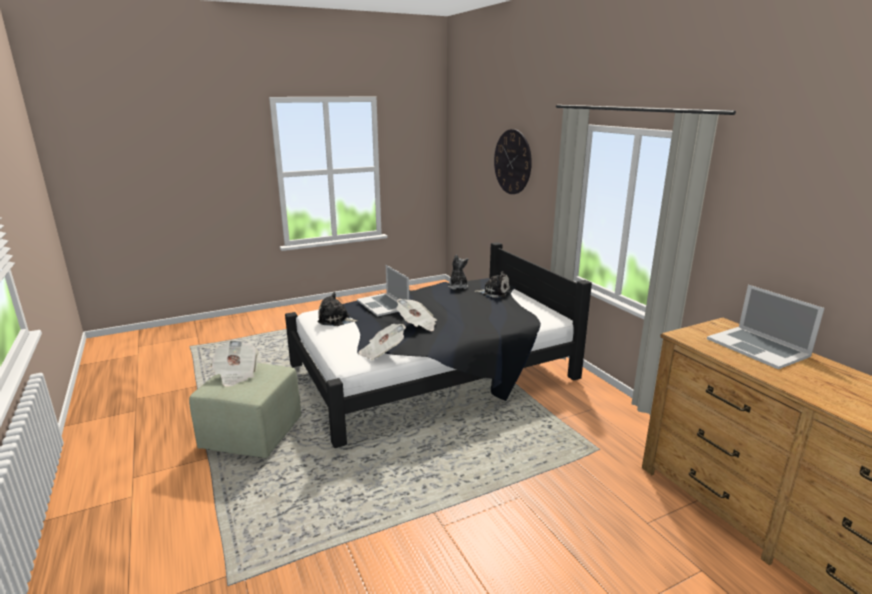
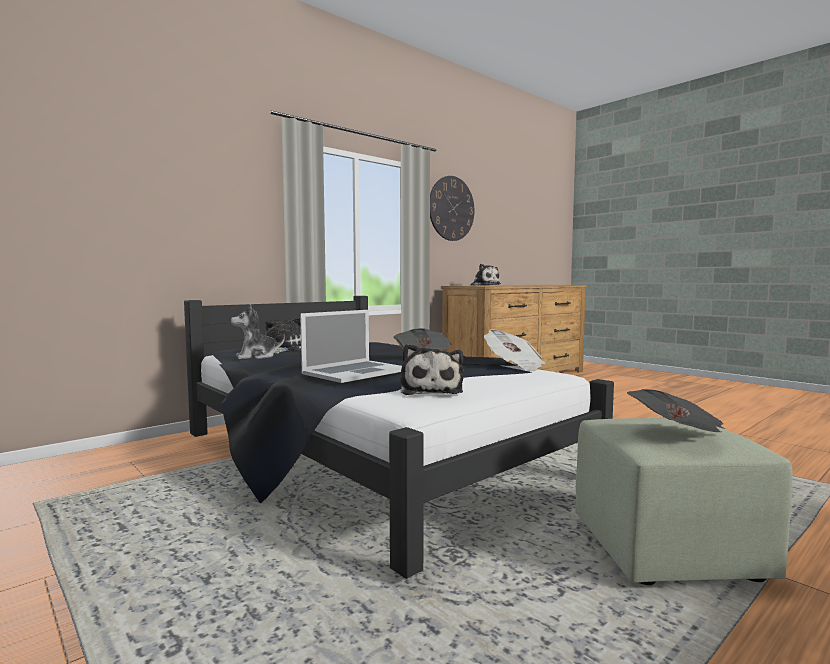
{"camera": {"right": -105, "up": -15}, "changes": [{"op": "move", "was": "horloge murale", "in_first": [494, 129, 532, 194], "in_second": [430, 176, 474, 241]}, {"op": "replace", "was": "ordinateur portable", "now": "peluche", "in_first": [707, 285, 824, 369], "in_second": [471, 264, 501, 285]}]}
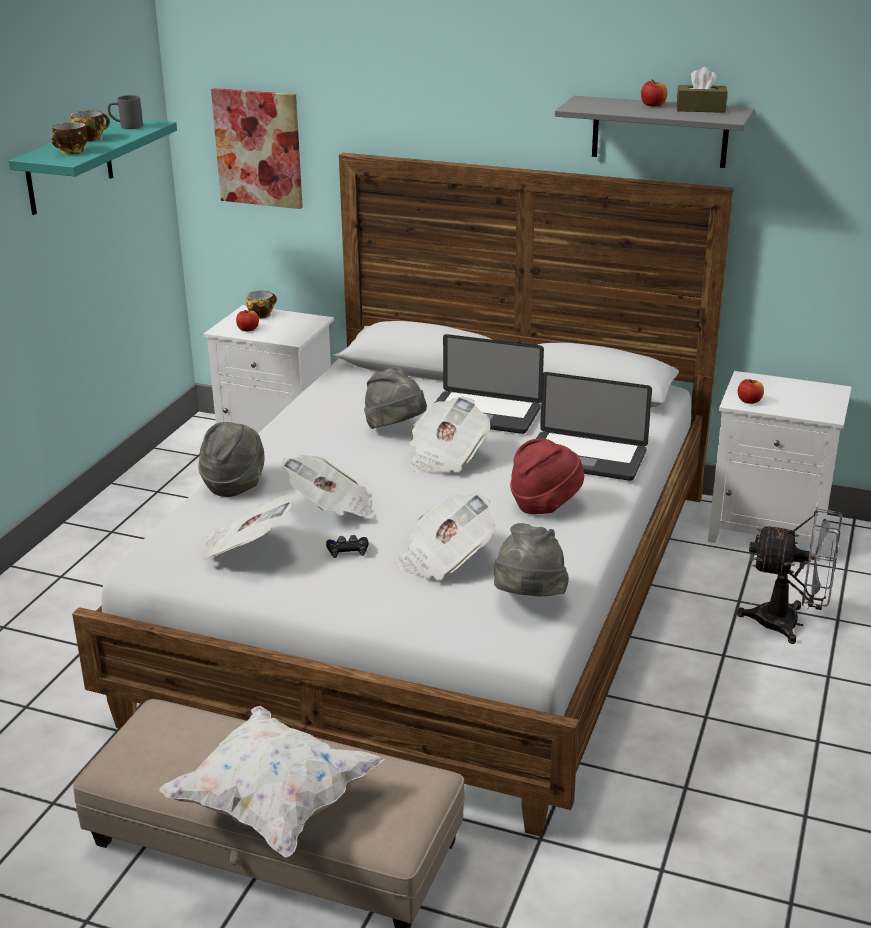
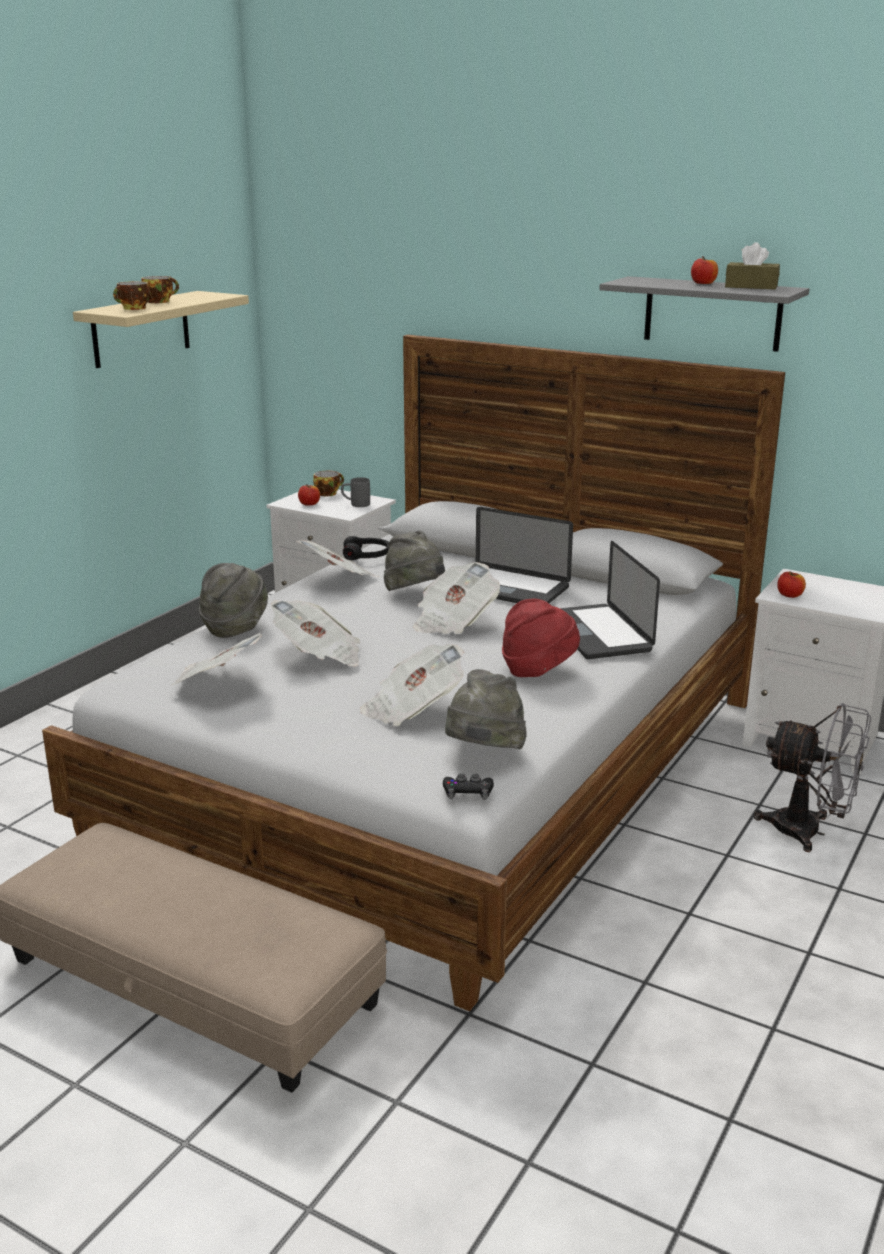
{"camera": {"right": 10, "up": -5}, "changes": [{"op": "delete", "was": "coussin [blanc]", "in_first": [159, 706, 385, 857]}, {"op": "delete", "was": "tableau", "in_first": [211, 88, 303, 209]}, {"op": "insert", "now": "journal", "in_second": [297, 540, 380, 577]}, {"op": "insert", "now": "casque audio [noir]", "in_second": [343, 536, 389, 560]}, {"op": "move", "was": "mug [gris]", "in_first": [107, 95, 143, 129], "in_second": [341, 477, 370, 507]}, {"op": "move", "was": "manette [noir]", "in_first": [326, 535, 369, 558], "in_second": [443, 773, 494, 800]}, {"op": "recolor", "was": "étagère [turquoise]", "now": "étagère [beige]", "in_first": [9, 117, 177, 215], "in_second": [73, 291, 249, 368]}, {"op": "rotate", "was": "ordinateur portable", "in_first": [536, 372, 652, 481], "in_second": [560, 541, 660, 659], "clockwise": 45}]}
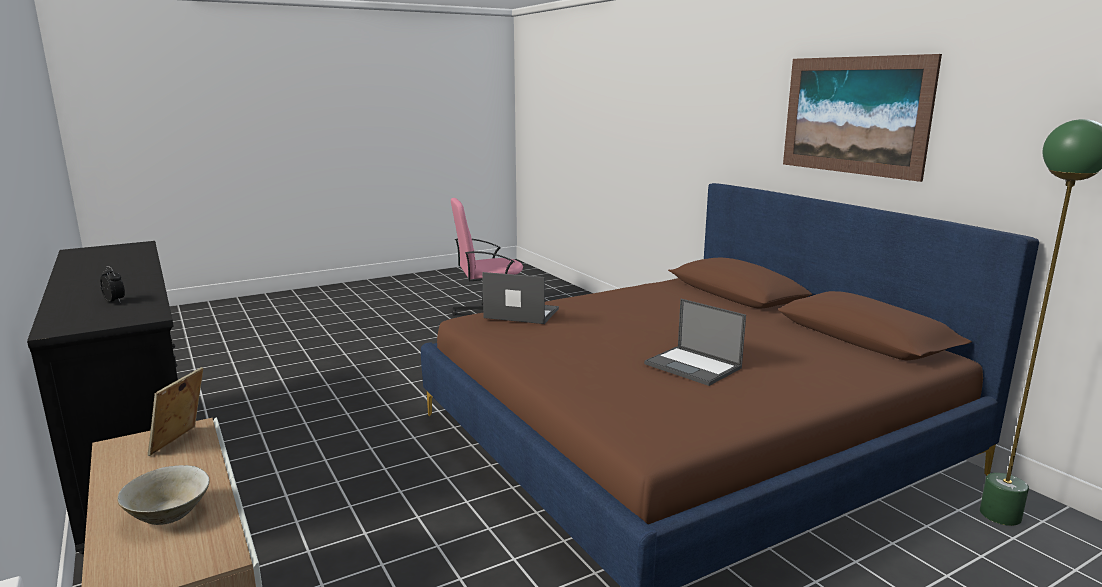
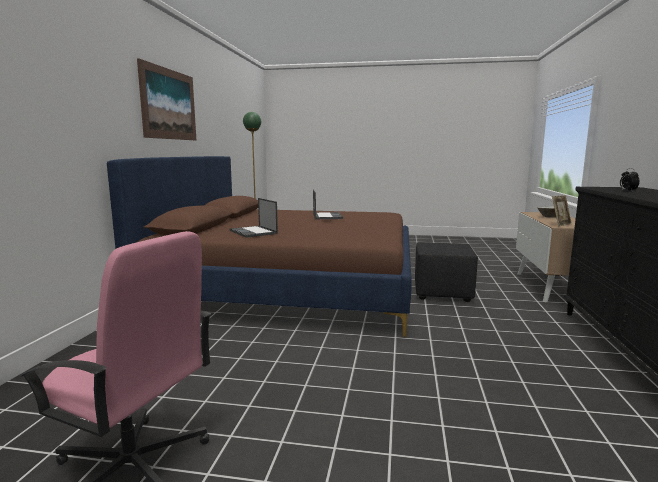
{"camera": {"right": -140, "up": -5}, "changes": [{"op": "insert", "now": "pouf [noir]", "in_second": [415, 242, 478, 302]}, {"op": "move", "was": "ordinateur portable", "in_first": [482, 272, 559, 324], "in_second": [230, 198, 278, 238]}]}
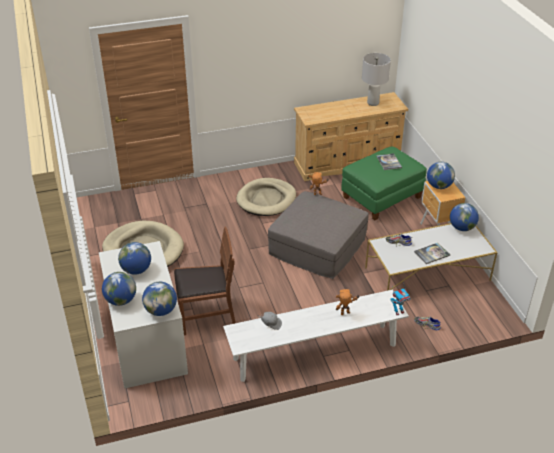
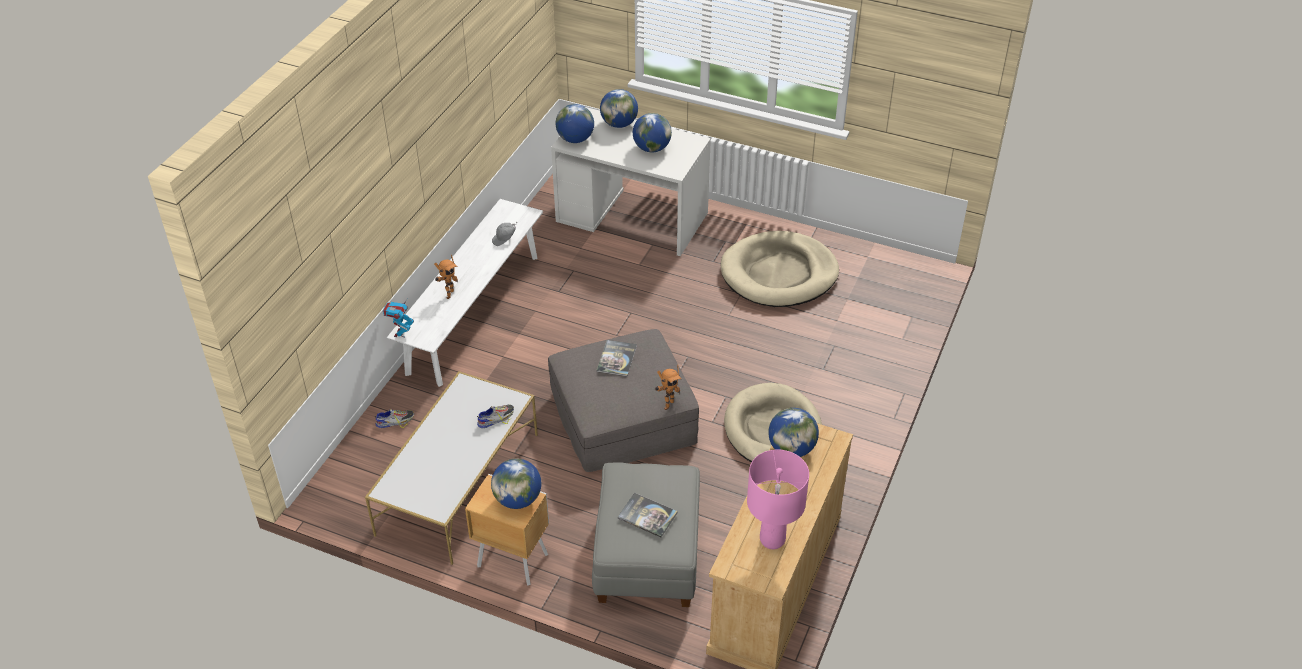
{"camera": {"right": 130, "up": 5}, "changes": [{"op": "delete", "was": "chaise [marron]", "in_first": [174, 227, 236, 335]}, {"op": "move", "was": "livre", "in_first": [414, 243, 450, 264], "in_second": [596, 340, 637, 377]}, {"op": "move", "was": "globe", "in_first": [450, 203, 479, 231], "in_second": [768, 408, 819, 457]}, {"op": "recolor", "was": "pouf [vert]", "now": "pouf [gris]", "in_first": [341, 147, 427, 220], "in_second": [592, 463, 700, 607]}, {"op": "recolor", "was": "lampe de table [gris]", "now": "lampe de table [rose]", "in_first": [362, 53, 391, 106], "in_second": [747, 449, 809, 549]}]}
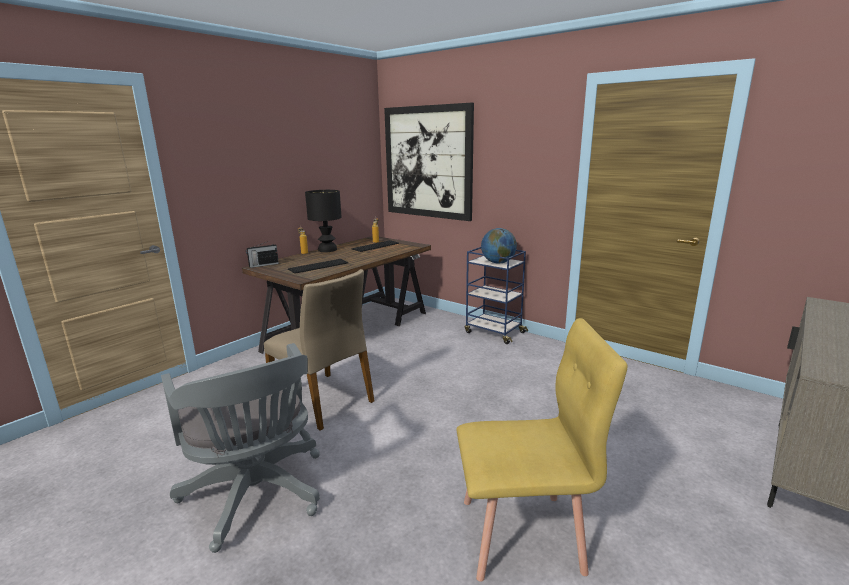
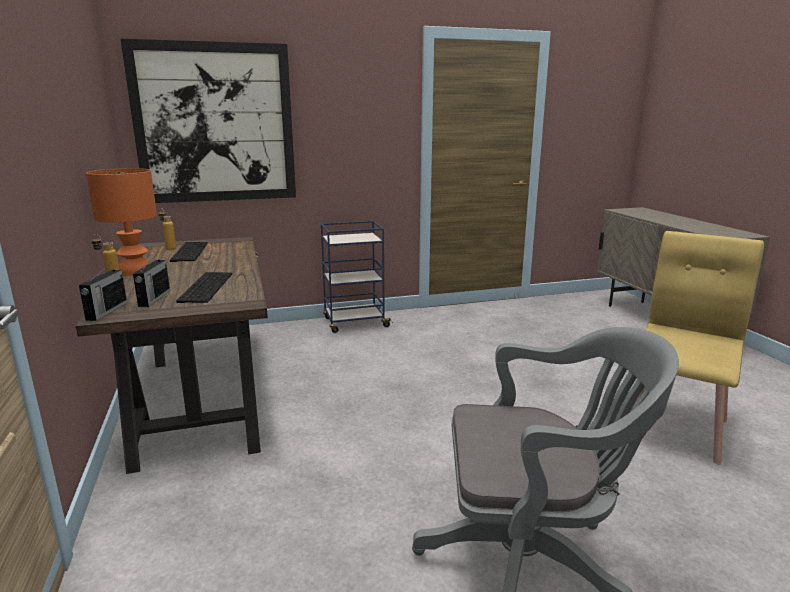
{"camera": {"right": -55, "up": 0}, "changes": [{"op": "delete", "was": "chaise [beige]", "in_first": [264, 269, 374, 431]}, {"op": "delete", "was": "globe", "in_first": [481, 228, 517, 264]}, {"op": "insert", "now": "radio", "in_second": [133, 253, 170, 307]}, {"op": "recolor", "was": "lampe de table [noir]", "now": "lampe de table [orange]", "in_first": [305, 190, 342, 252], "in_second": [86, 168, 157, 275]}]}
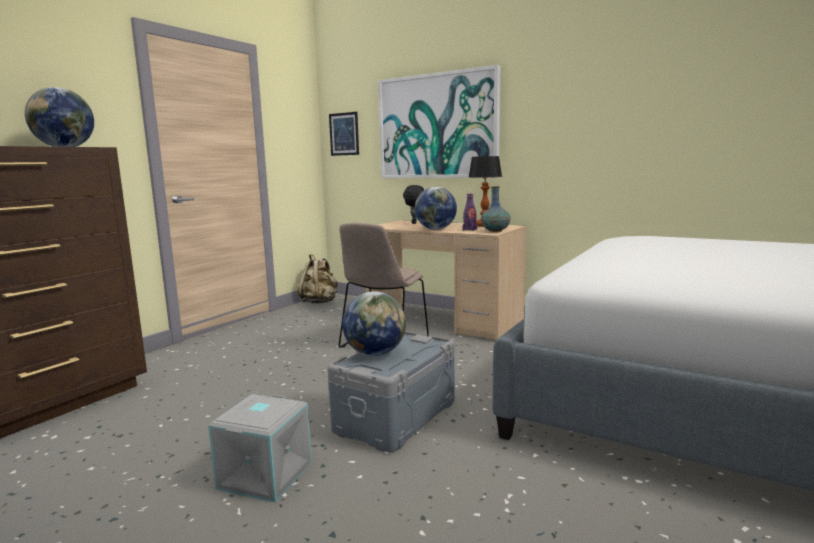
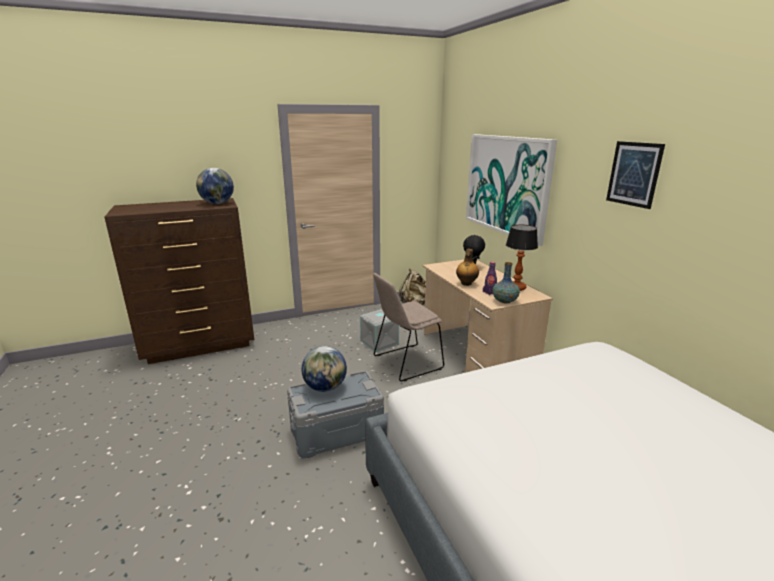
{"camera": {"right": 35, "up": 10}, "changes": [{"op": "move", "was": "boîte de rangement [gris]", "in_first": [208, 394, 312, 503], "in_second": [360, 309, 399, 352]}, {"op": "move", "was": "tableau", "in_first": [329, 112, 359, 156], "in_second": [606, 141, 665, 209]}, {"op": "replace", "was": "globe", "now": "bouteille", "in_first": [415, 187, 457, 230], "in_second": [456, 249, 479, 286]}]}
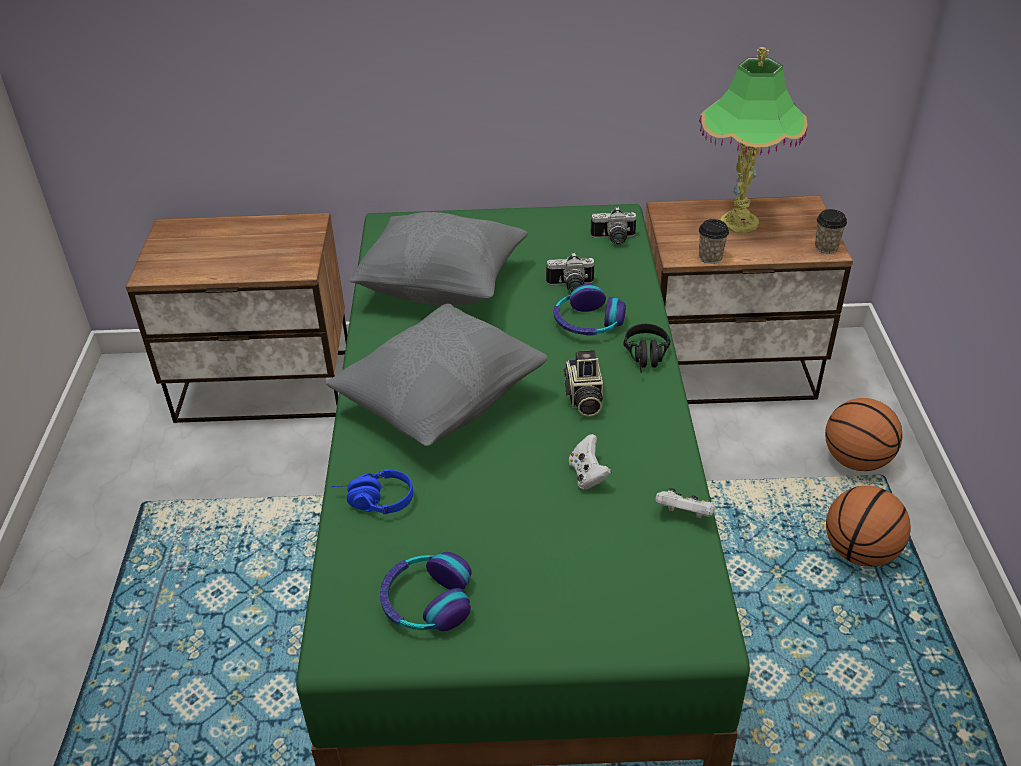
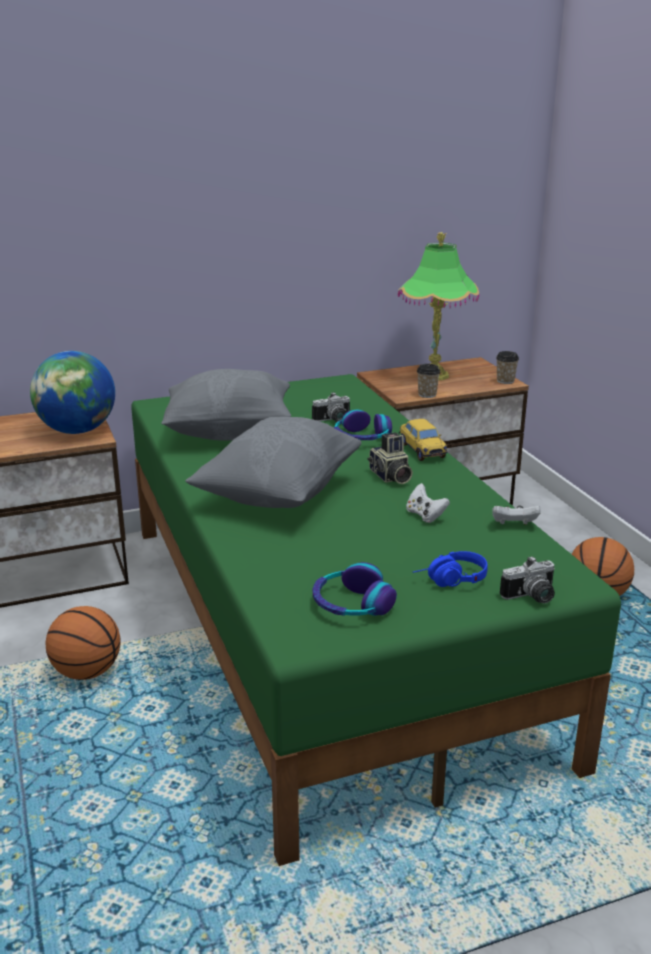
{"camera": {"right": -20, "up": -15}, "changes": [{"op": "insert", "now": "globe", "in_second": [30, 351, 115, 434]}, {"op": "move", "was": "casque audio [bleu]", "in_first": [331, 469, 413, 514], "in_second": [413, 551, 488, 587]}, {"op": "move", "was": "appareil photo", "in_first": [591, 207, 636, 245], "in_second": [500, 556, 555, 603]}, {"op": "move", "was": "ballon de basket", "in_first": [825, 398, 903, 471], "in_second": [46, 606, 121, 680]}, {"op": "replace", "was": "casque audio [noir]", "now": "petite voiture", "in_first": [624, 324, 670, 373], "in_second": [399, 419, 447, 461]}]}
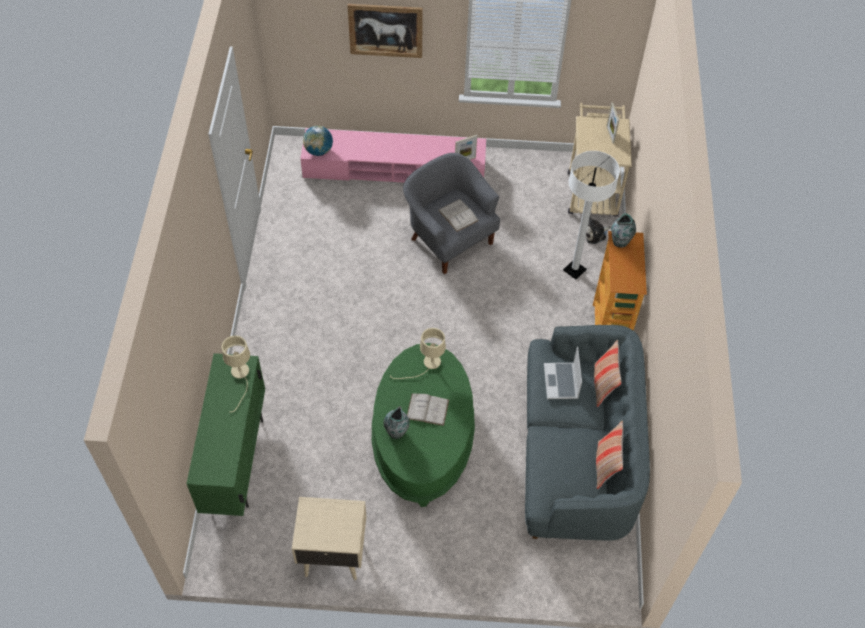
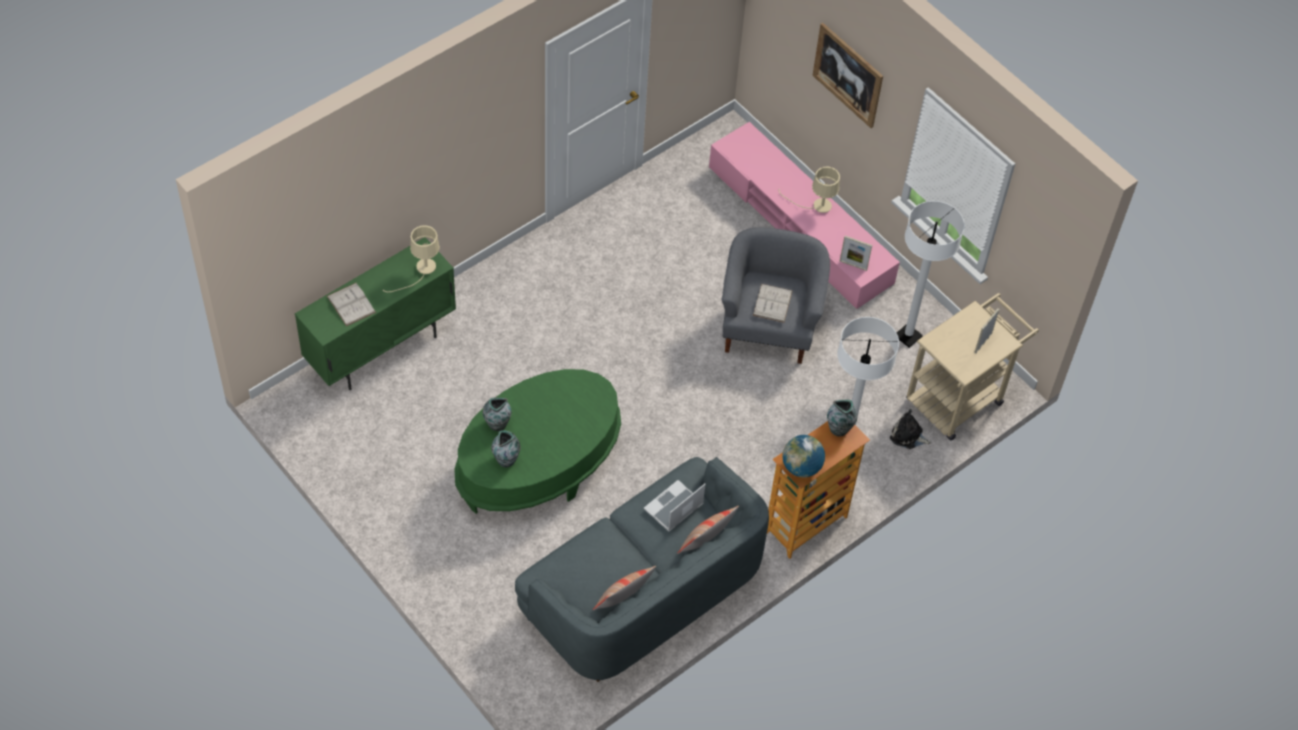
{"camera": {"right": 45, "up": 0}, "changes": [{"op": "delete", "was": "table de chevet [beige]", "in_first": [292, 497, 366, 580]}, {"op": "insert", "now": "vase", "in_second": [491, 430, 521, 467]}, {"op": "insert", "now": "lampadaire [blanc]", "in_second": [897, 201, 965, 348]}, {"op": "move", "was": "globe", "in_first": [303, 126, 333, 156], "in_second": [782, 435, 825, 477]}, {"op": "move", "was": "lampe de table [beige]", "in_first": [390, 328, 446, 379], "in_second": [779, 167, 840, 213]}, {"op": "move", "was": "livre [blanc]", "in_first": [407, 393, 449, 426], "in_second": [327, 283, 376, 326]}]}
